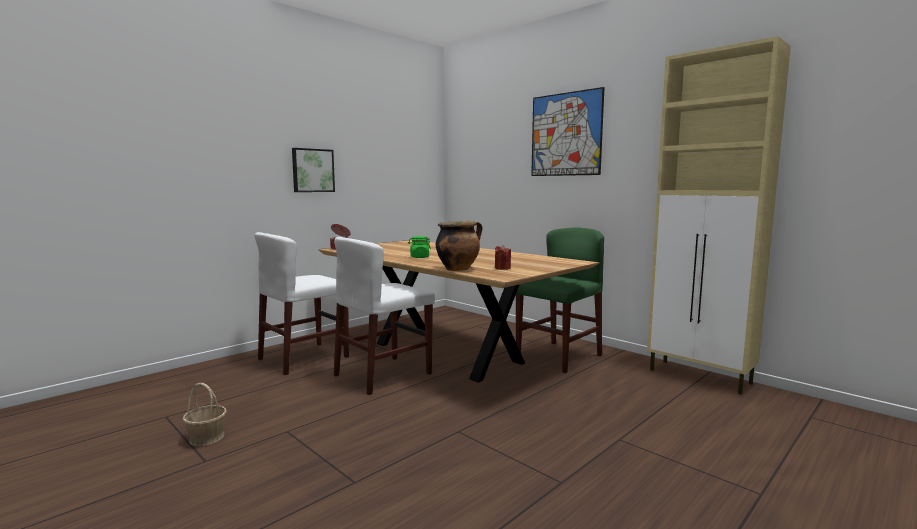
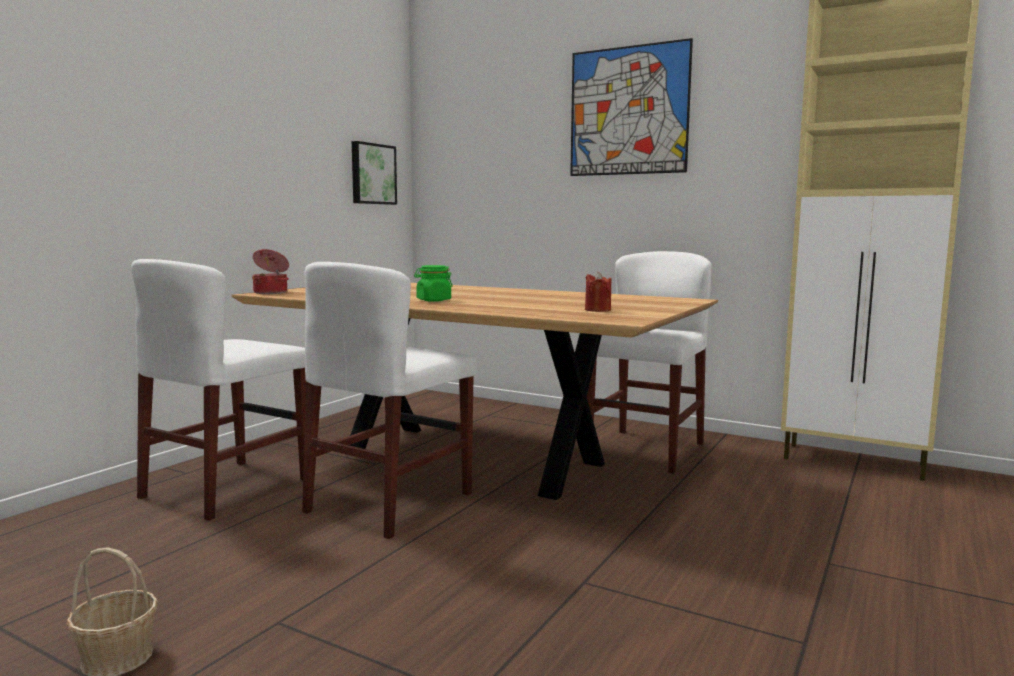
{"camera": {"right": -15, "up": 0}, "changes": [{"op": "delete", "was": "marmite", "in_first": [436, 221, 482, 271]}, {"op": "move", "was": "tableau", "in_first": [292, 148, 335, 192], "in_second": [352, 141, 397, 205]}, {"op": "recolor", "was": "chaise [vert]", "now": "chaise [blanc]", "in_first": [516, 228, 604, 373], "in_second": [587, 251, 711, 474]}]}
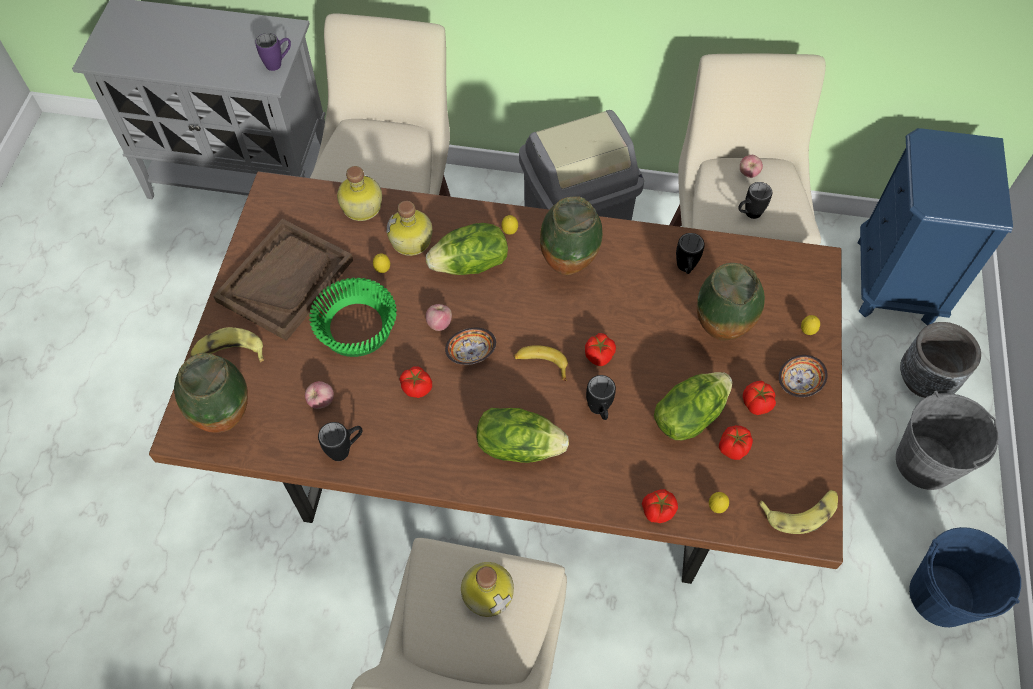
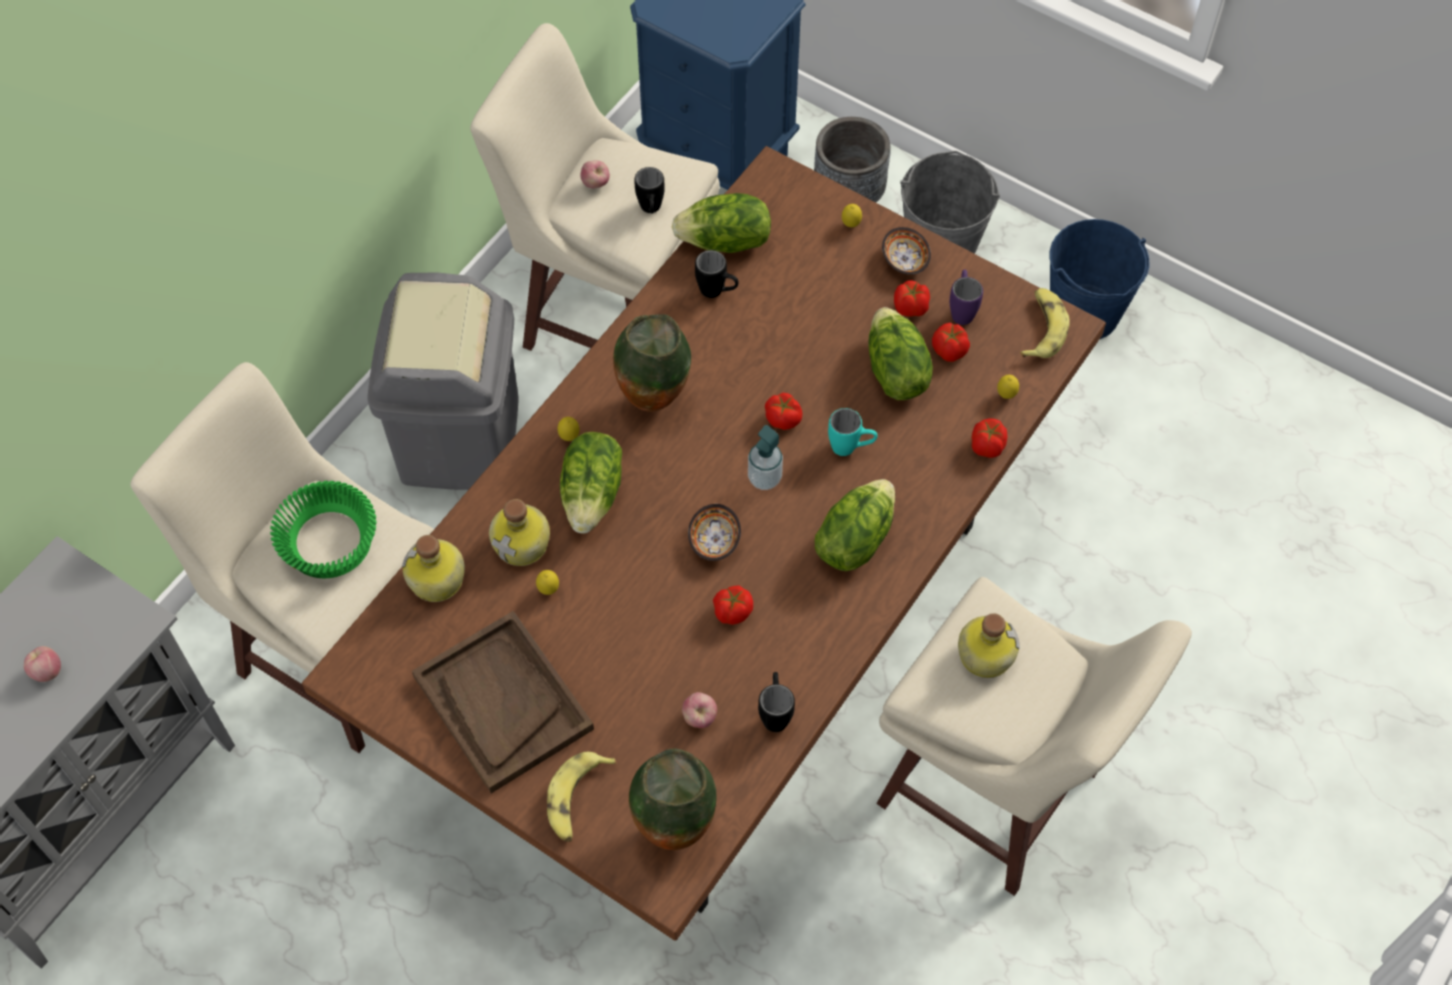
{"camera": {"right": -65, "up": 0}, "changes": [{"op": "delete", "was": "vase", "in_first": [697, 263, 765, 341]}, {"op": "insert", "now": "laitue", "in_second": [672, 193, 771, 253]}, {"op": "move", "was": "mug [violet]", "in_first": [255, 33, 291, 71], "in_second": [950, 269, 983, 325]}, {"op": "move", "was": "bol [vert]", "in_first": [309, 278, 397, 357], "in_second": [270, 481, 377, 578]}, {"op": "move", "was": "pomme", "in_first": [426, 304, 452, 331], "in_second": [24, 646, 61, 682]}, {"op": "replace", "was": "banane", "now": "distributeur de savon", "in_first": [514, 345, 568, 381], "in_second": [748, 425, 783, 490]}, {"op": "recolor", "was": "mug [noir]", "now": "mug [turquoise]", "in_first": [586, 375, 616, 420], "in_second": [828, 408, 878, 456]}]}
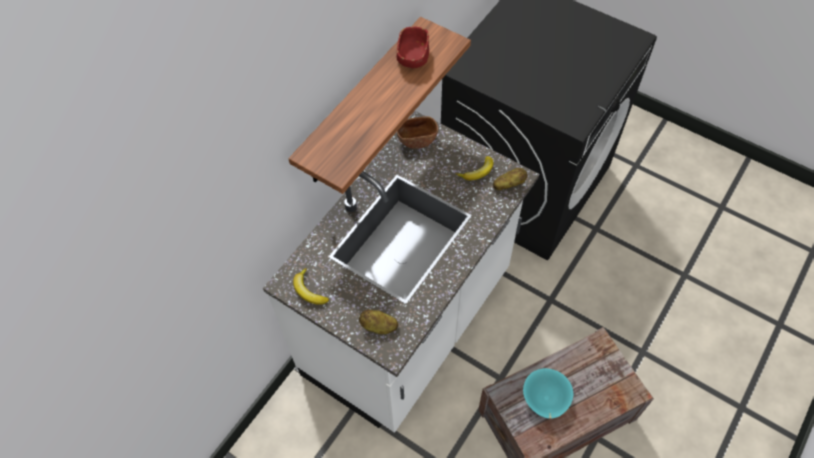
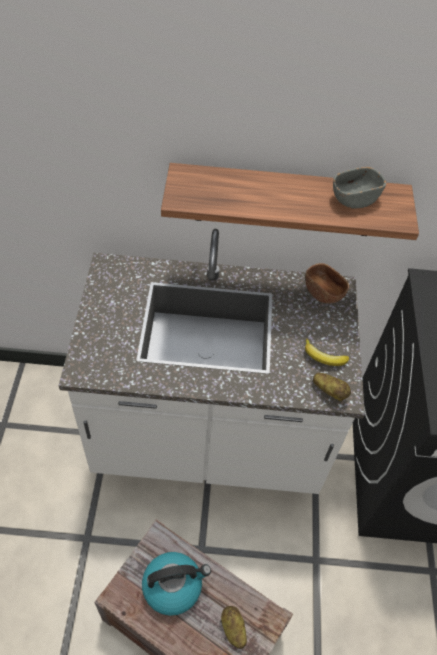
{"camera": {"right": 55, "up": -5}, "changes": [{"op": "delete", "was": "banane", "in_first": [293, 268, 329, 305]}, {"op": "move", "was": "pomme de terre", "in_first": [359, 309, 398, 334], "in_second": [221, 606, 247, 649]}, {"op": "replace", "was": "bol [turquoise]", "now": "bouilloire", "in_first": [523, 368, 574, 419], "in_second": [142, 552, 211, 616]}, {"op": "recolor", "was": "bol [rouge]", "now": "bol [gris]", "in_first": [396, 27, 429, 68], "in_second": [333, 167, 386, 209]}]}
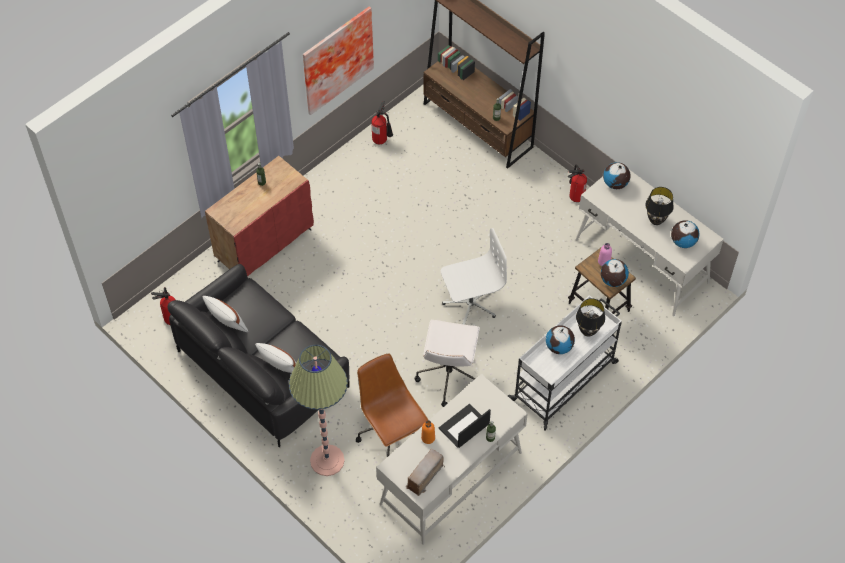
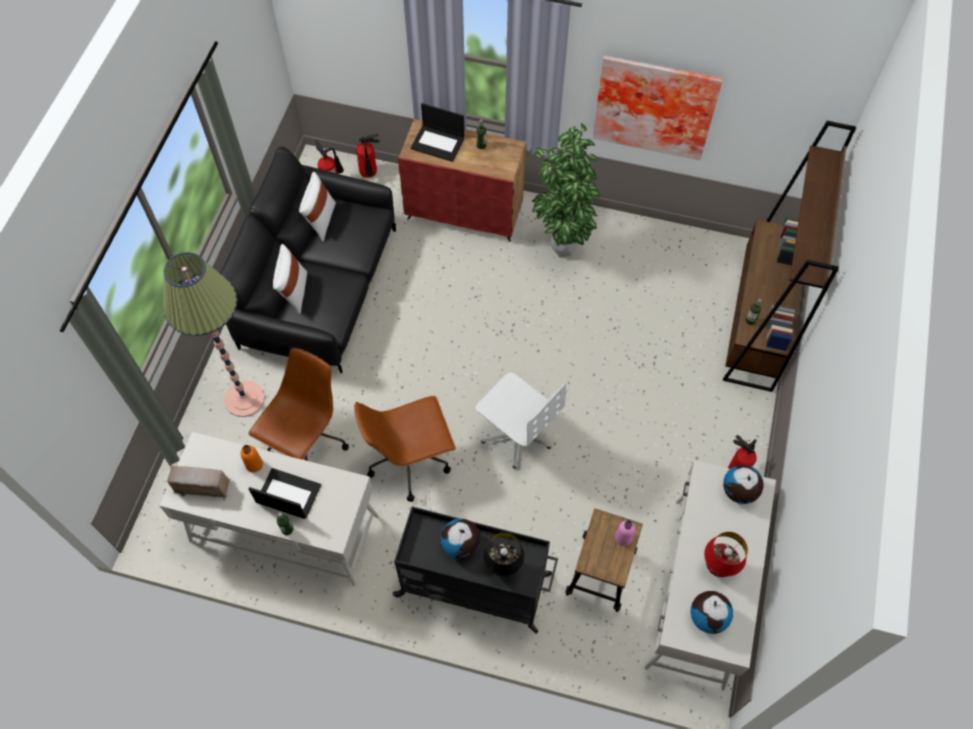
{"camera": {"right": 60, "up": 5}, "changes": [{"op": "delete", "was": "globe", "in_first": [600, 259, 629, 287]}, {"op": "insert", "now": "ordinateur portable", "in_second": [411, 103, 464, 162]}, {"op": "insert", "now": "plante en pot", "in_second": [532, 123, 600, 258]}, {"op": "move", "was": "extincteur", "in_first": [371, 101, 393, 144], "in_second": [356, 133, 379, 178]}, {"op": "recolor", "was": "chaise de bureau [blanc]", "now": "chaise de bureau [marron]", "in_first": [414, 320, 480, 407], "in_second": [354, 396, 456, 502]}, {"op": "recolor", "was": "chariot [blanc]", "now": "chariot [noir]", "in_first": [508, 295, 622, 431], "in_second": [392, 506, 558, 634]}, {"op": "recolor", "was": "lampe de table [noir]", "now": "lampe de table [rouge]", "in_first": [645, 187, 674, 225], "in_second": [704, 532, 748, 577]}]}
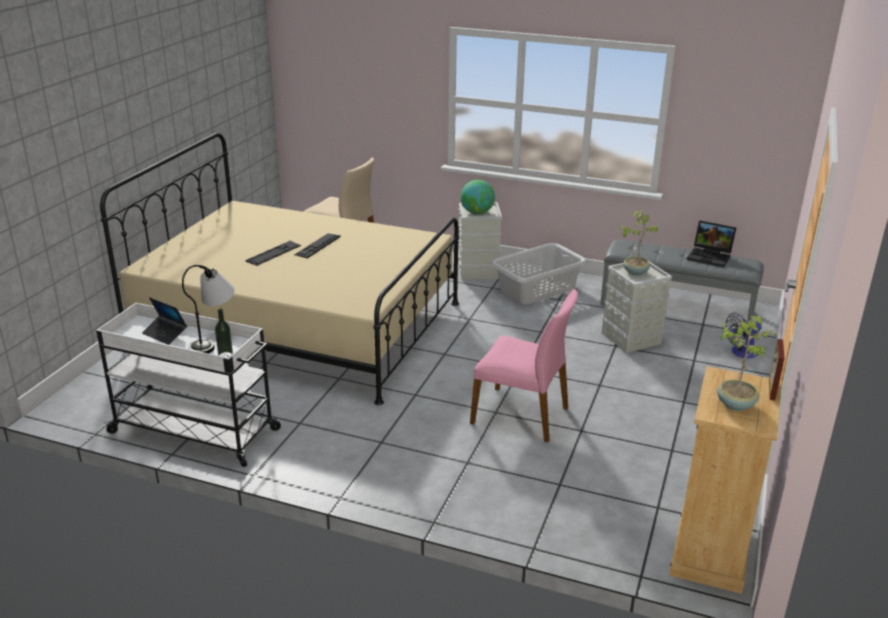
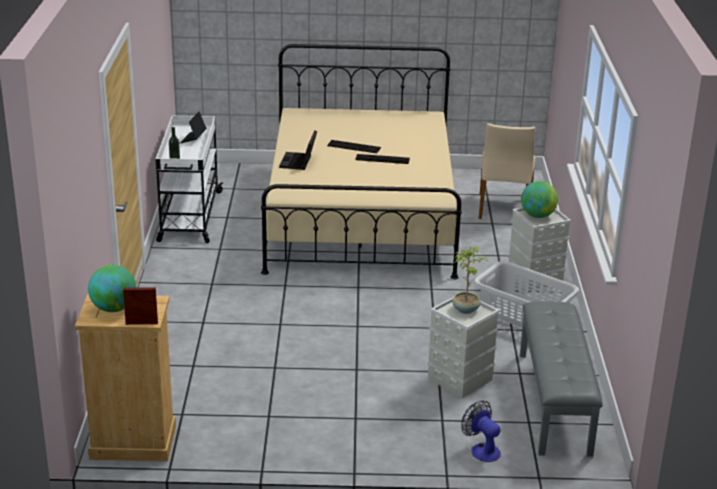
{"camera": {"right": 70, "up": 0}, "changes": [{"op": "delete", "was": "lampe de table", "in_first": [182, 265, 235, 354]}, {"op": "delete", "was": "chaise [rose]", "in_first": [470, 289, 578, 442]}, {"op": "move", "was": "ordinateur portable", "in_first": [687, 221, 736, 268], "in_second": [279, 131, 317, 170]}, {"op": "replace", "was": "plante en pot", "now": "globe", "in_first": [717, 316, 776, 411], "in_second": [88, 265, 137, 312]}]}
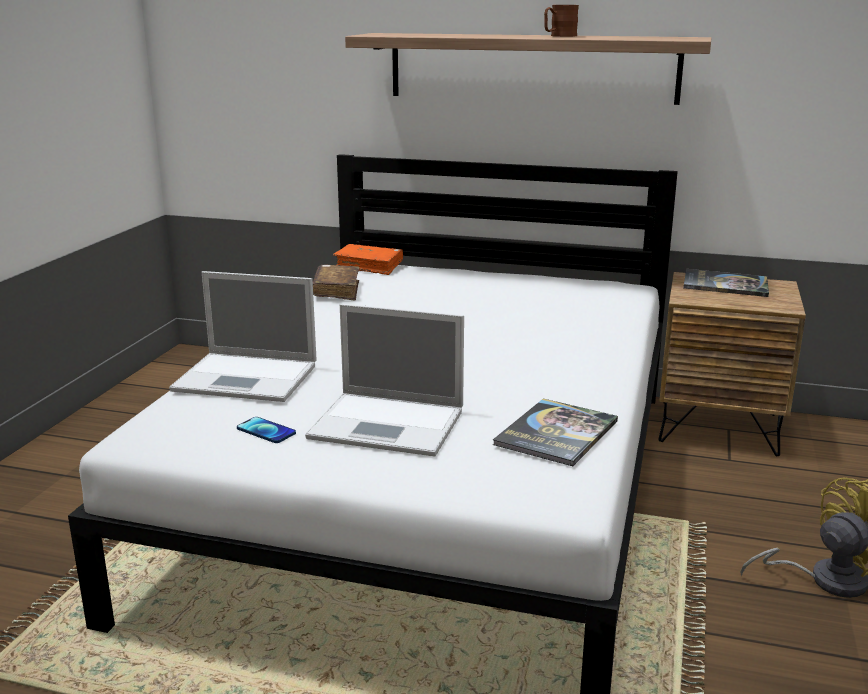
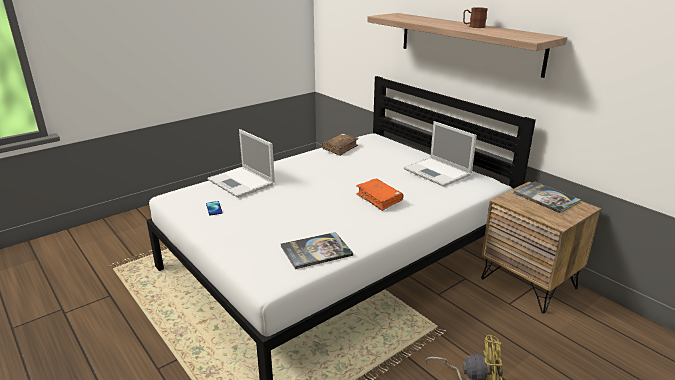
{"camera": {"right": 35, "up": 5}, "changes": [{"op": "move", "was": "ordinateur portable", "in_first": [305, 304, 464, 457], "in_second": [404, 121, 477, 187]}, {"op": "move", "was": "livre [orange]", "in_first": [333, 244, 403, 275], "in_second": [356, 179, 404, 211]}]}
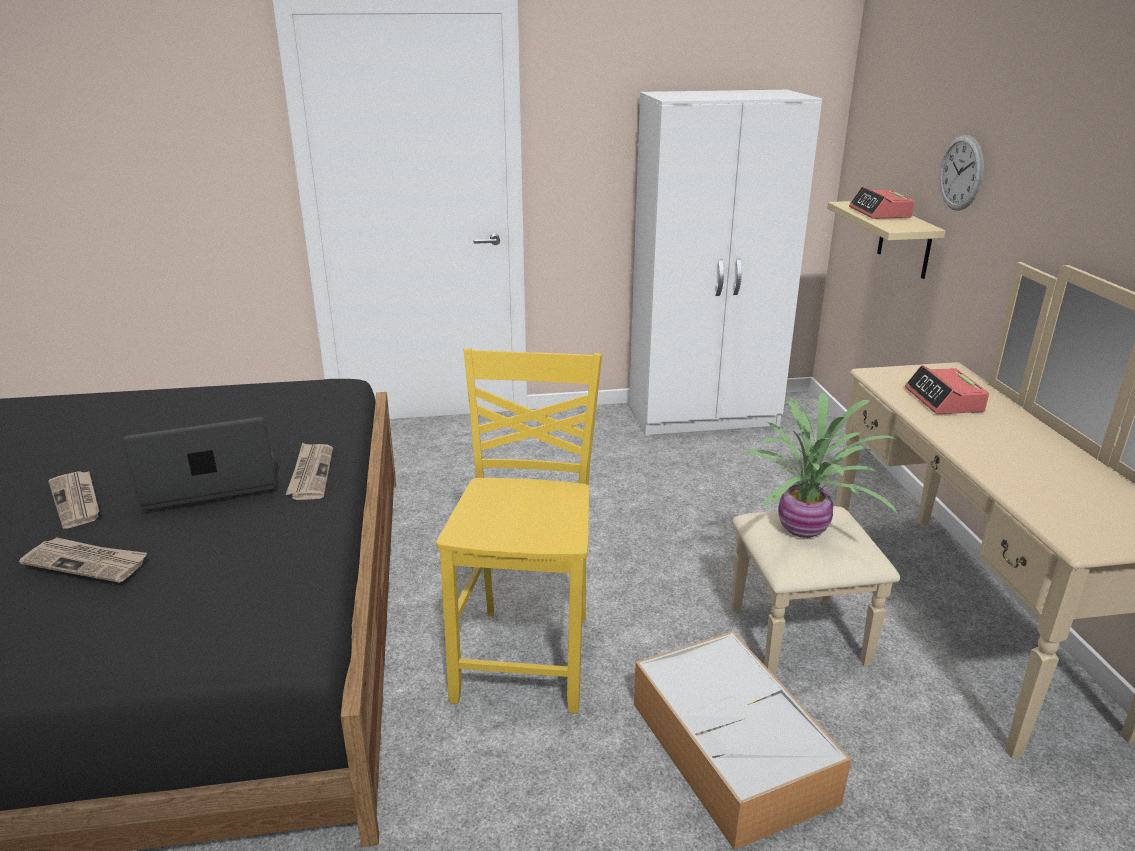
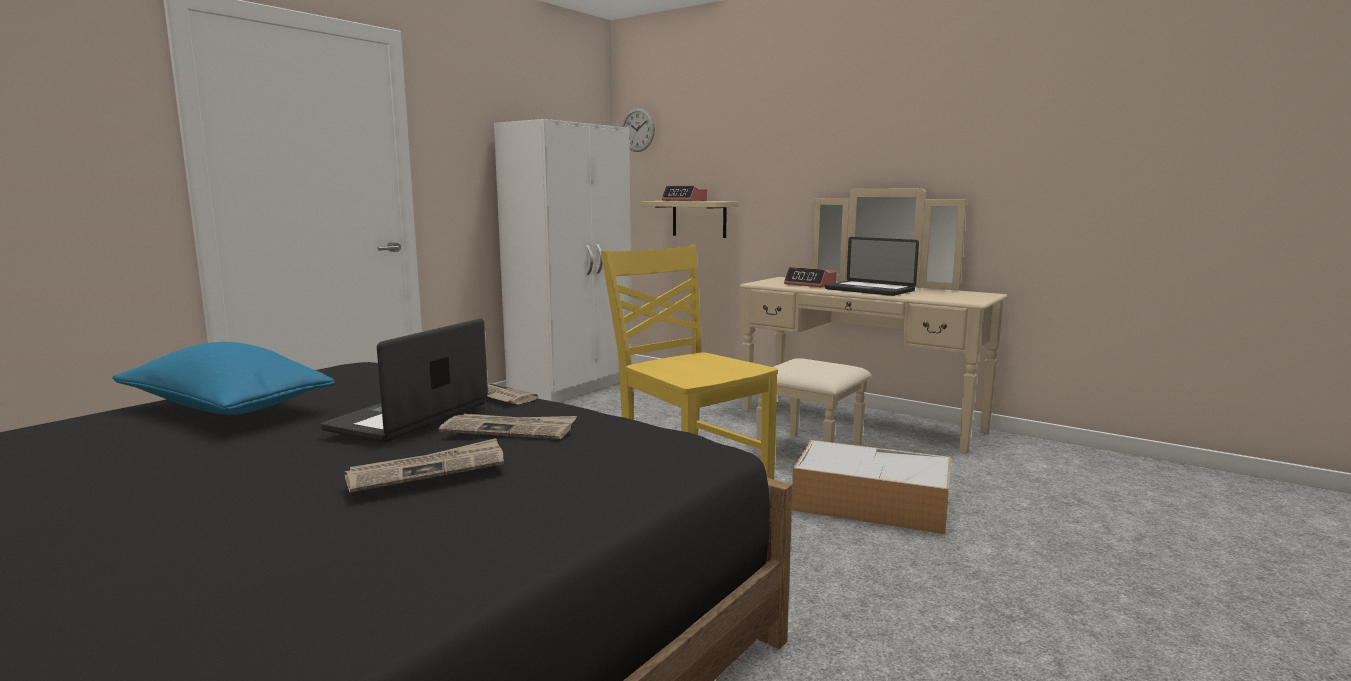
{"camera": {"right": -45, "up": -15}, "changes": [{"op": "delete", "was": "plante en pot", "in_first": [739, 393, 899, 538]}, {"op": "insert", "now": "coussin [bleu]", "in_second": [112, 342, 335, 415]}, {"op": "insert", "now": "ordinateur portable", "in_second": [825, 237, 919, 296]}, {"op": "move", "was": "journal", "in_first": [48, 471, 99, 529], "in_second": [439, 414, 577, 439]}, {"op": "move", "was": "horloge murale", "in_first": [939, 135, 984, 211], "in_second": [622, 108, 655, 152]}]}
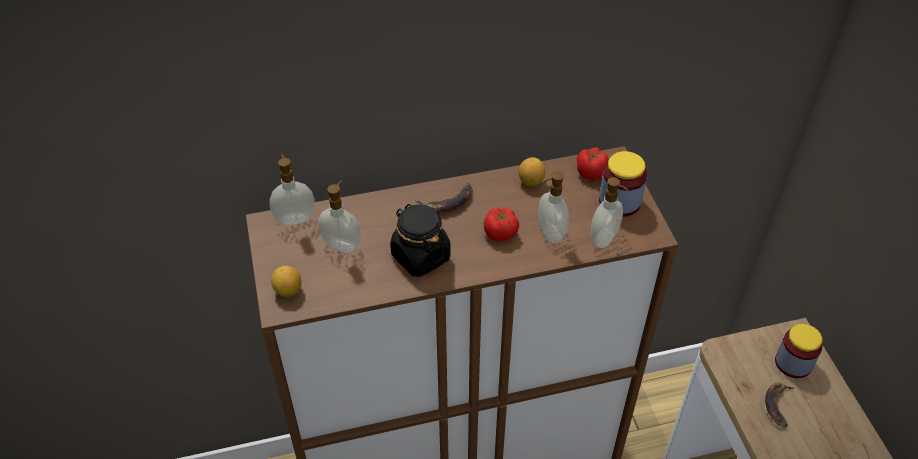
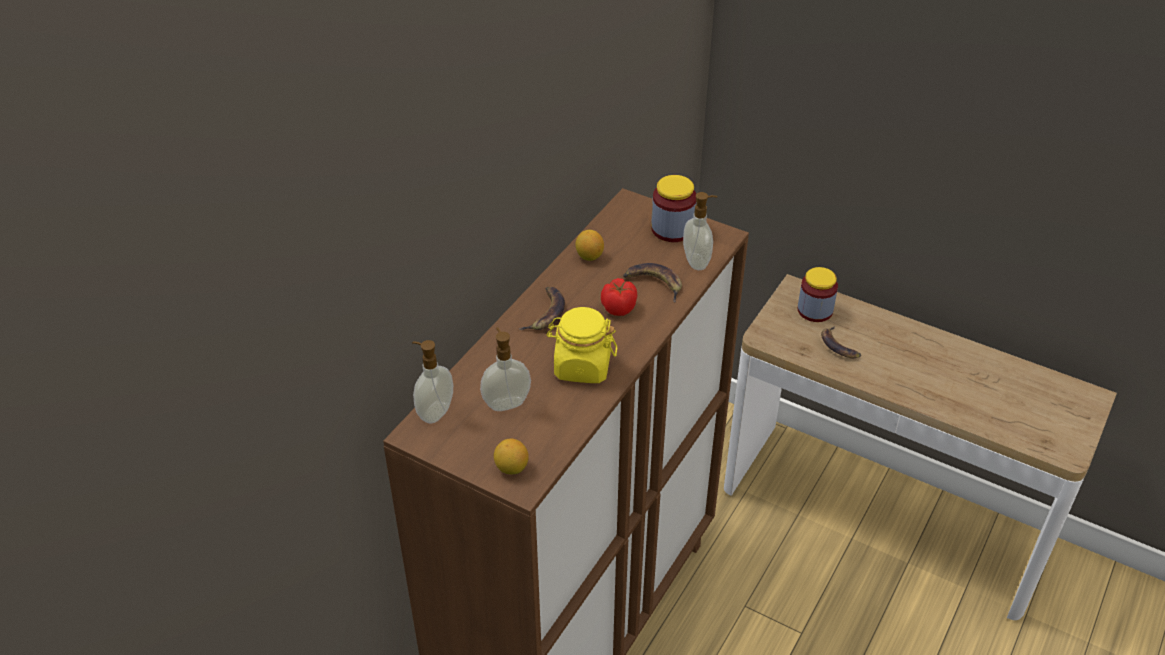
{"camera": {"right": -45, "up": -5}, "changes": [{"op": "delete", "was": "tomate", "in_first": [577, 147, 609, 180]}, {"op": "replace", "was": "distributeur de savon", "now": "banane", "in_first": [538, 171, 569, 243], "in_second": [623, 263, 682, 302]}, {"op": "recolor", "was": "bocal [noir]", "now": "bocal [jaune]", "in_first": [390, 204, 450, 277], "in_second": [546, 307, 617, 383]}]}
